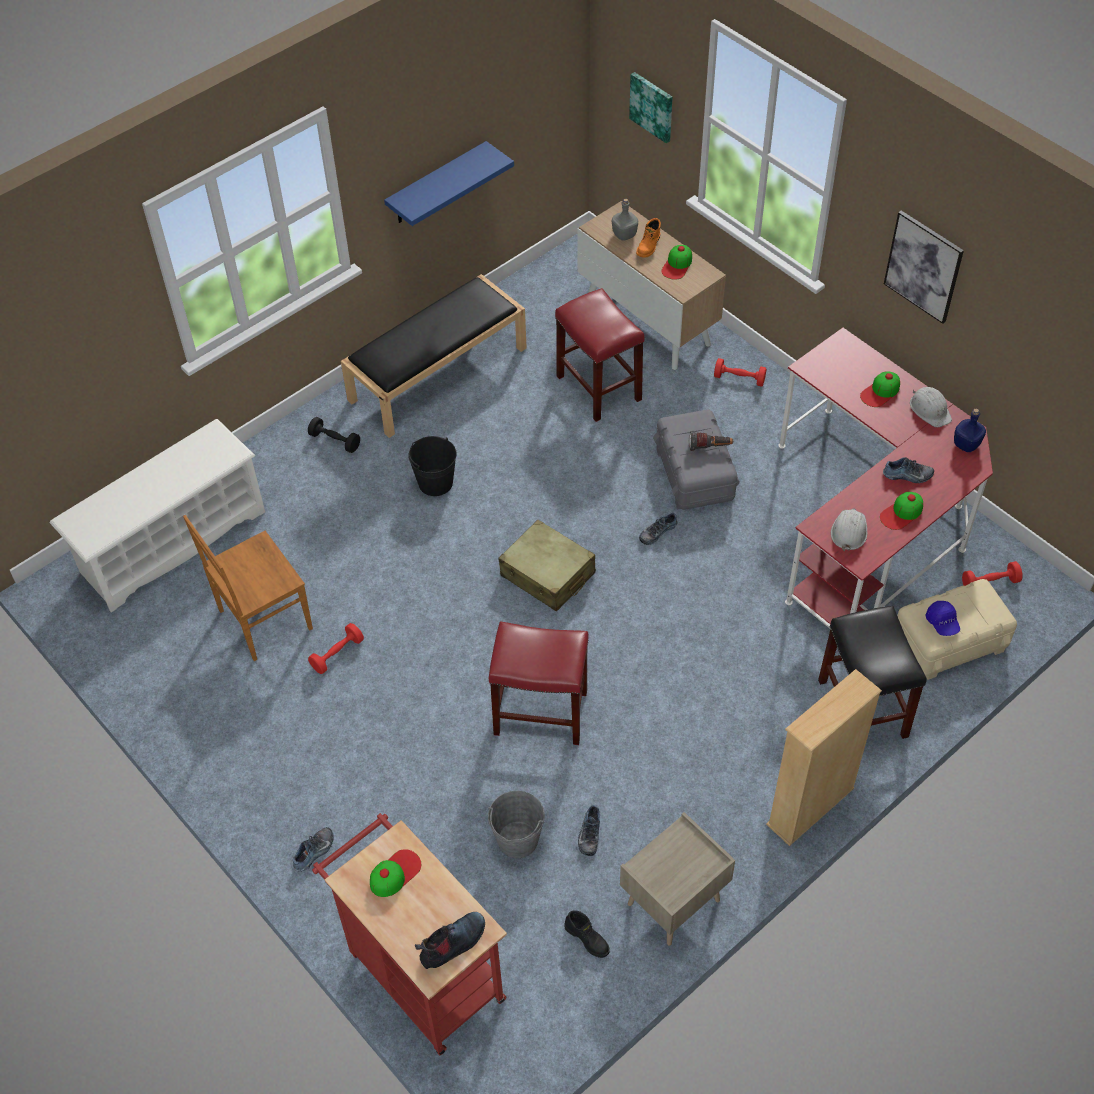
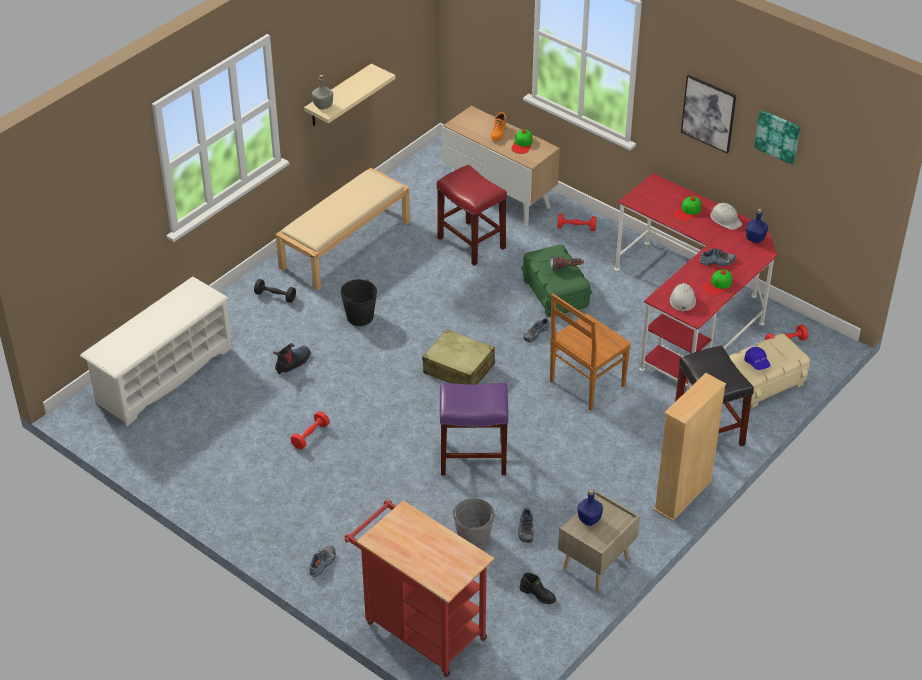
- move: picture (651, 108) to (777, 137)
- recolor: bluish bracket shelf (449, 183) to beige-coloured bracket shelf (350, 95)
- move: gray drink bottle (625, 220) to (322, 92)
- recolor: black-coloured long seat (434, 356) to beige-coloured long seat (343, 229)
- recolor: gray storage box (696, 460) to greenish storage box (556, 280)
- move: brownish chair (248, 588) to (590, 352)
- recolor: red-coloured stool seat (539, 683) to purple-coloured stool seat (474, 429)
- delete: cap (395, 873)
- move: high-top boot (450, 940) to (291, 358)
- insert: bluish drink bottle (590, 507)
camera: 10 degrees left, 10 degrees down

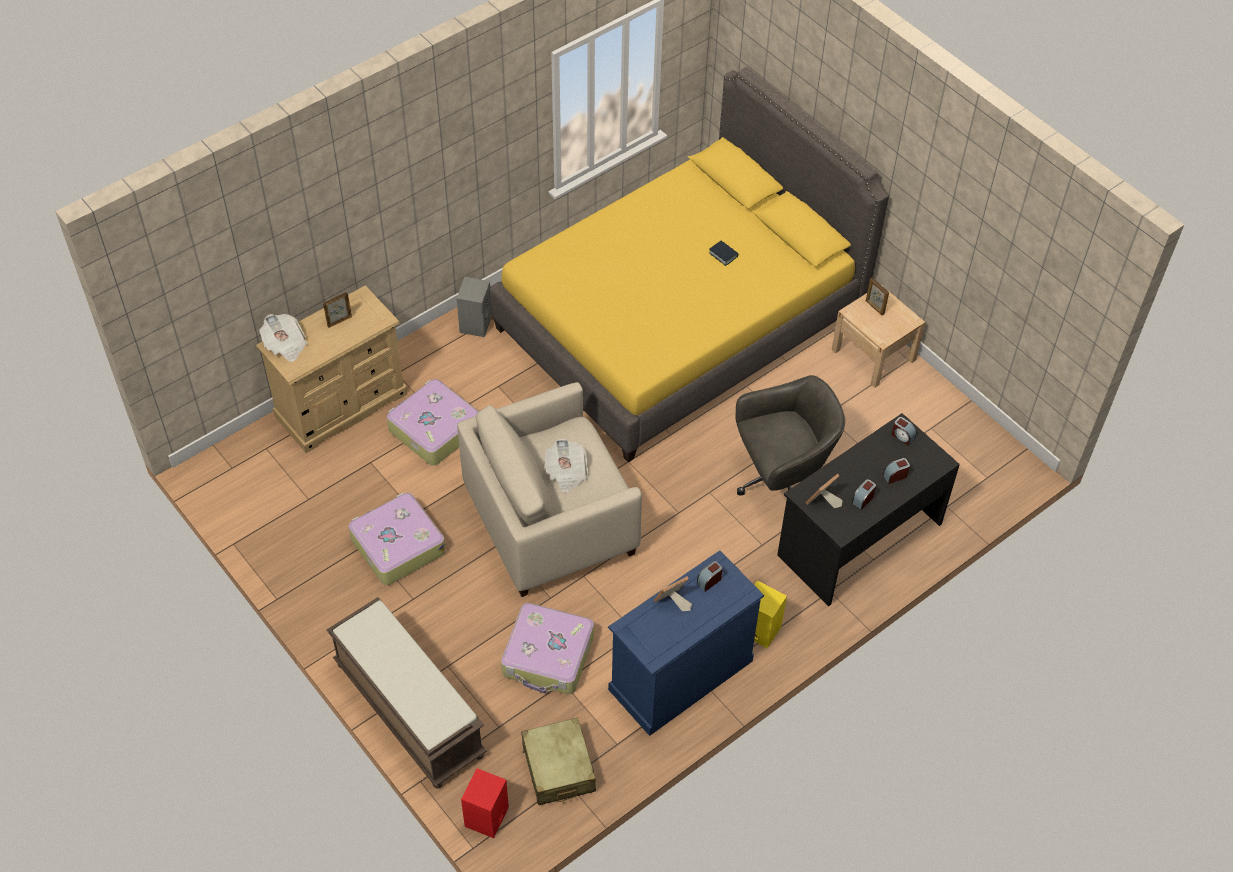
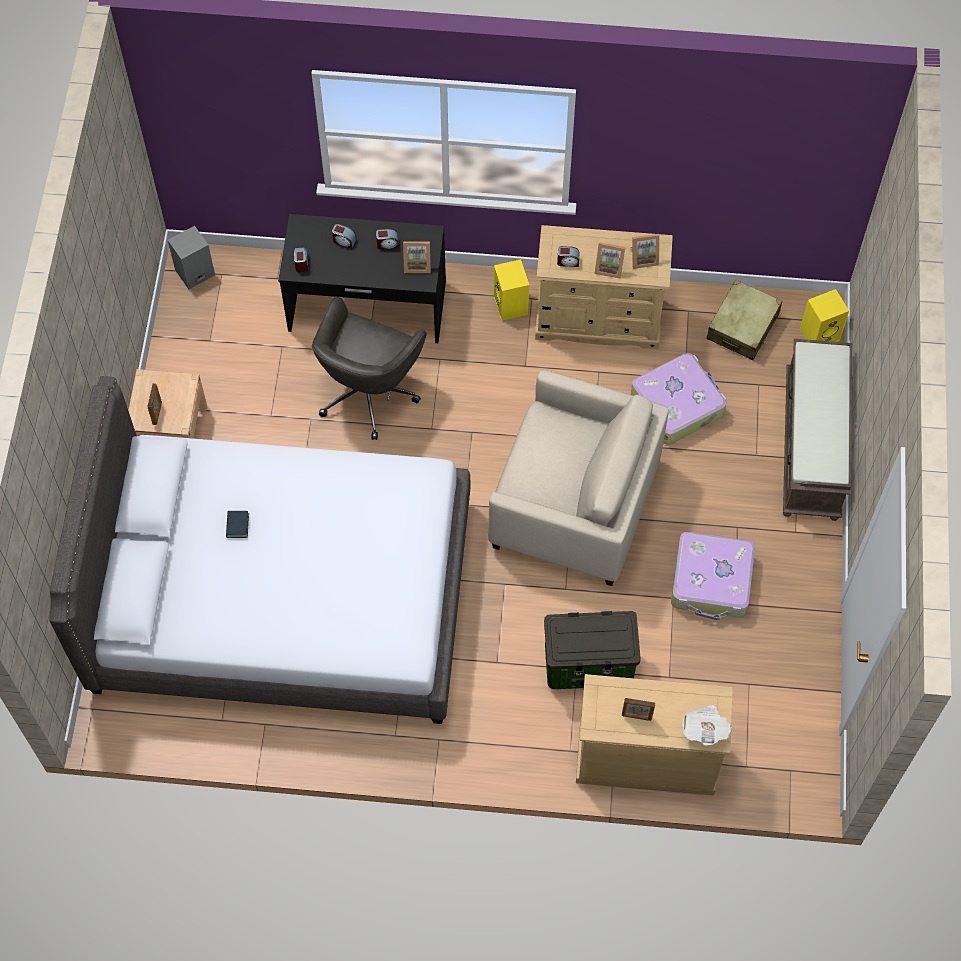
- recolor: yellow bedroom bed (689, 264) to gray bedroom bed (259, 550)
- move: gray loudspeaker (474, 307) to (191, 257)
- rotate: gray computer chair (790, 435) = (369, 368) 90 degrees counterclockwise
- replace: travel case (433, 422) to storage box (592, 650)
- delete: daily paper (566, 465)
- recolor: bluish drawer chest (686, 643) to beige-coloured drawer chest (604, 287)
- recolor: red-coloured loudspeaker (485, 803) to yellow loudspeaker (824, 315)
- insert: picture frame (645, 251)
camera: 135 degrees left, 10 degrees up

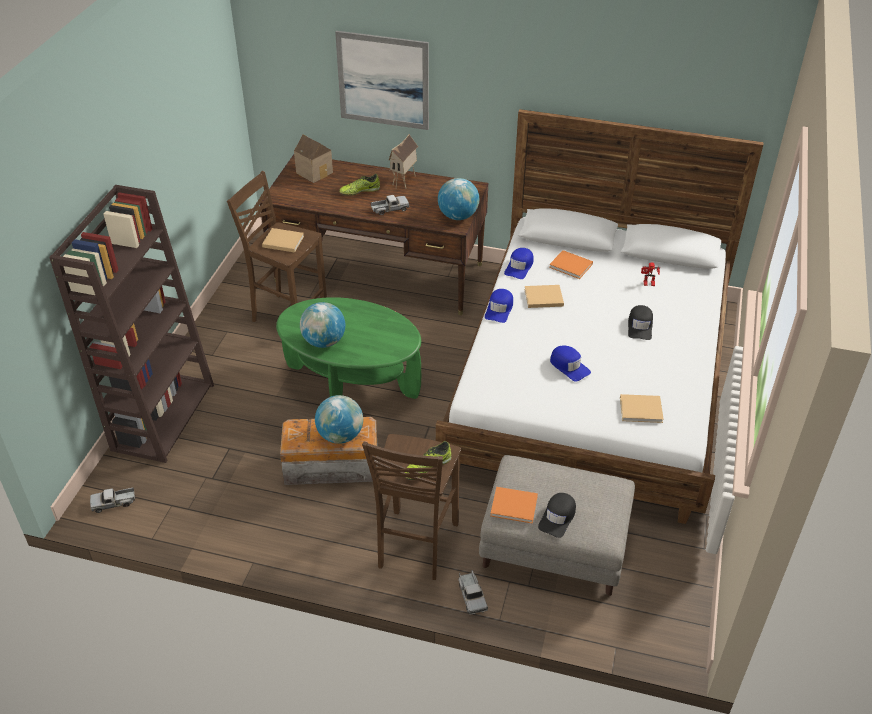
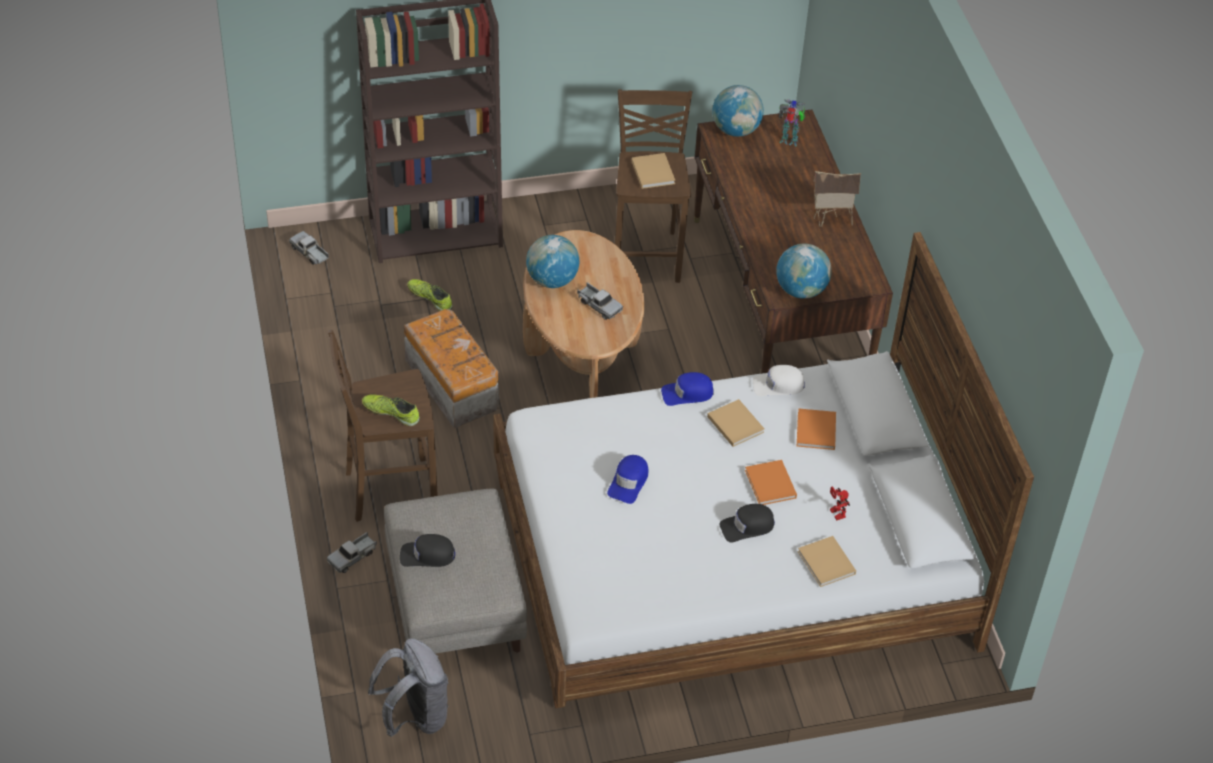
- delete: picture (382, 80)
- replace: toy house (313, 159) to robot figure (792, 122)
- move: item of footwear (359, 185) to (430, 295)
- move: toy truck (390, 205) to (600, 301)
- recolor: bluish cap (518, 263) to white cap (779, 380)
- recolor: greenish low table (348, 348) to brownish low table (584, 314)
- move: beige-coloured bound book (642, 408) to (827, 561)
- move: globe (339, 419) to (738, 111)
- move: orange bound book (514, 505) to (771, 482)
- insert: gray rucksack (408, 687)
camera: 60 degrees right, 5 degrees up

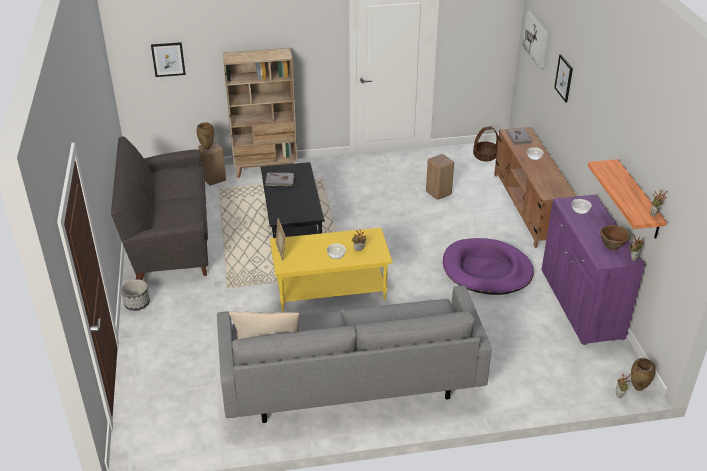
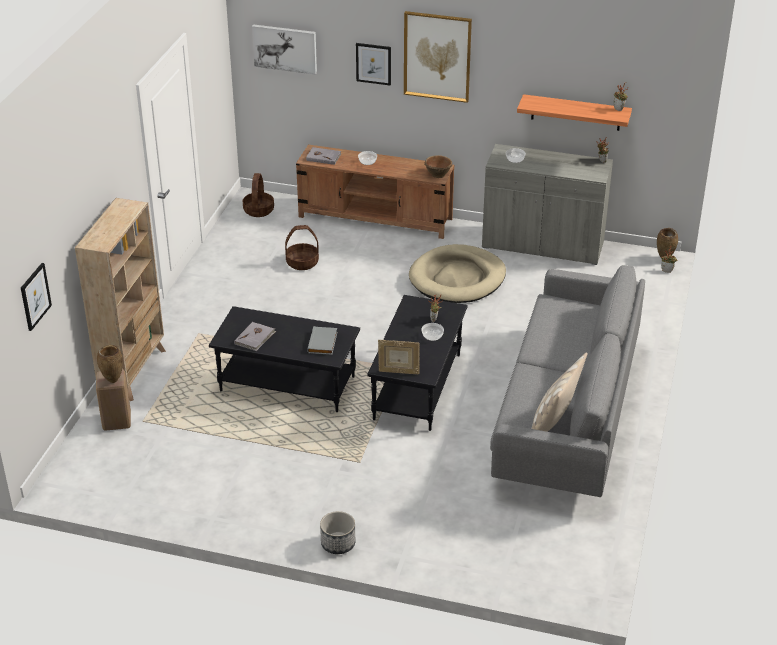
- delete: gray settee (159, 208)
- replace: beige-coloured stool seat (440, 177) to basket (302, 247)
- recolor: purple-coloured cupboard (593, 269) to gray cupboard (547, 204)
- move: brownish serving bowl (615, 237) to (438, 166)
- recolor: yellow low table (331, 269) to black-coloured low table (417, 363)
- recolor: purple-coloured pet bed (488, 266) to beige-coloured pet bed (457, 273)
- insert: picture (438, 57)
- insert: gray bound book (322, 340)
camera: 65 degrees left, 0 degrees up

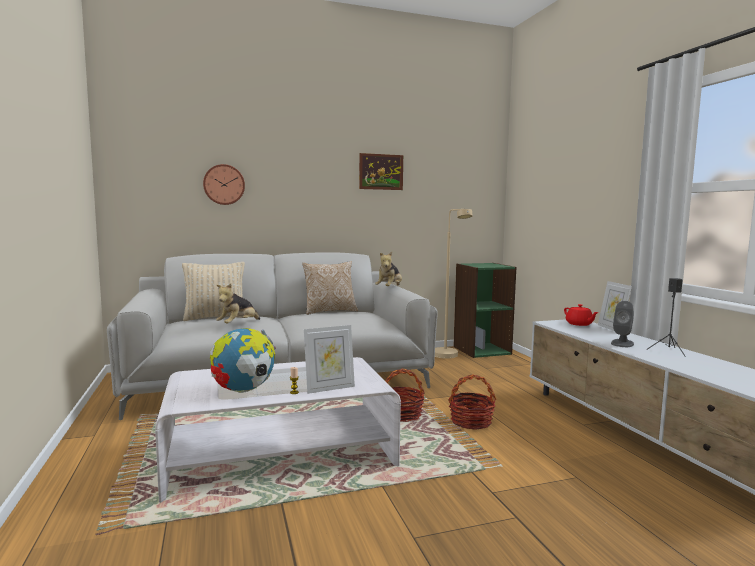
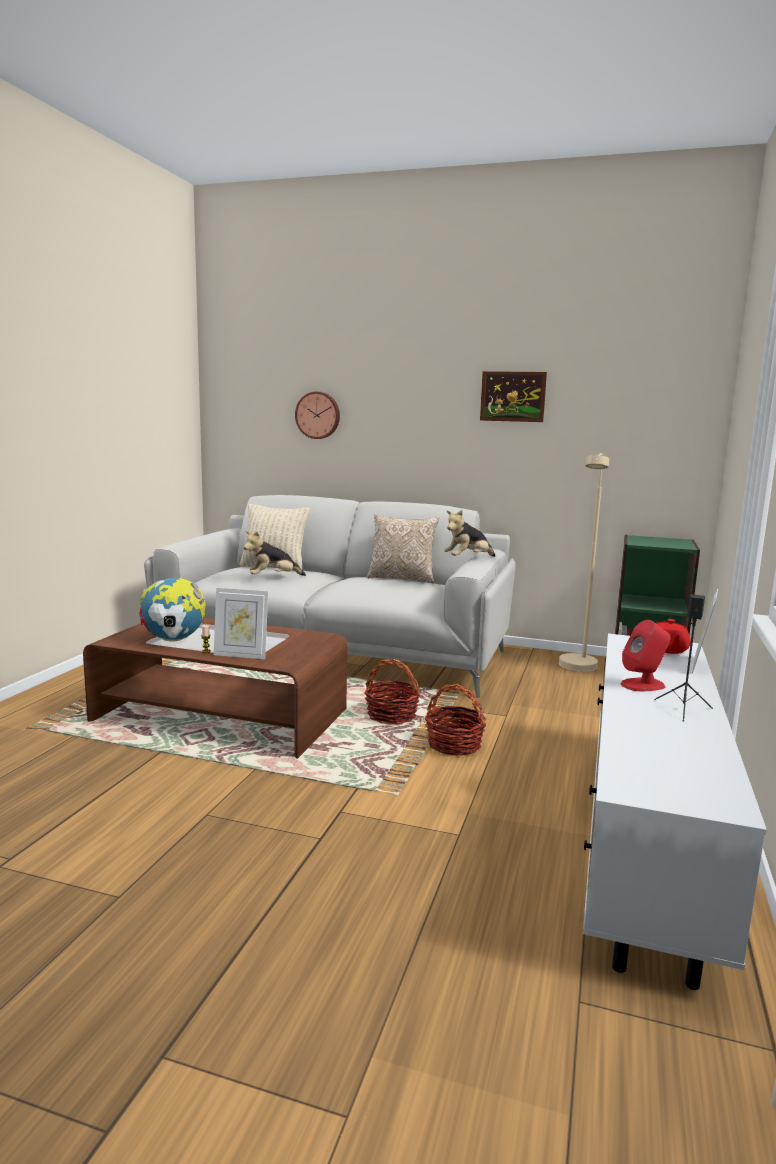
- recolor: gray loudspeaker (622, 324) to red-coloured loudspeaker (646, 655)
- recolor: white low table (278, 430) to brownish low table (215, 688)
camera: 35 degrees right, 5 degrees up

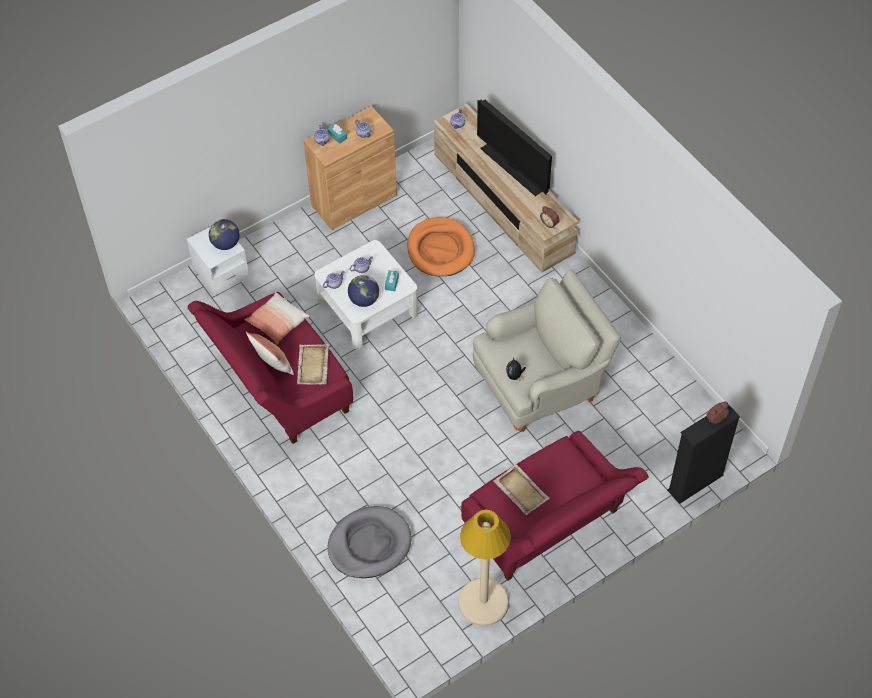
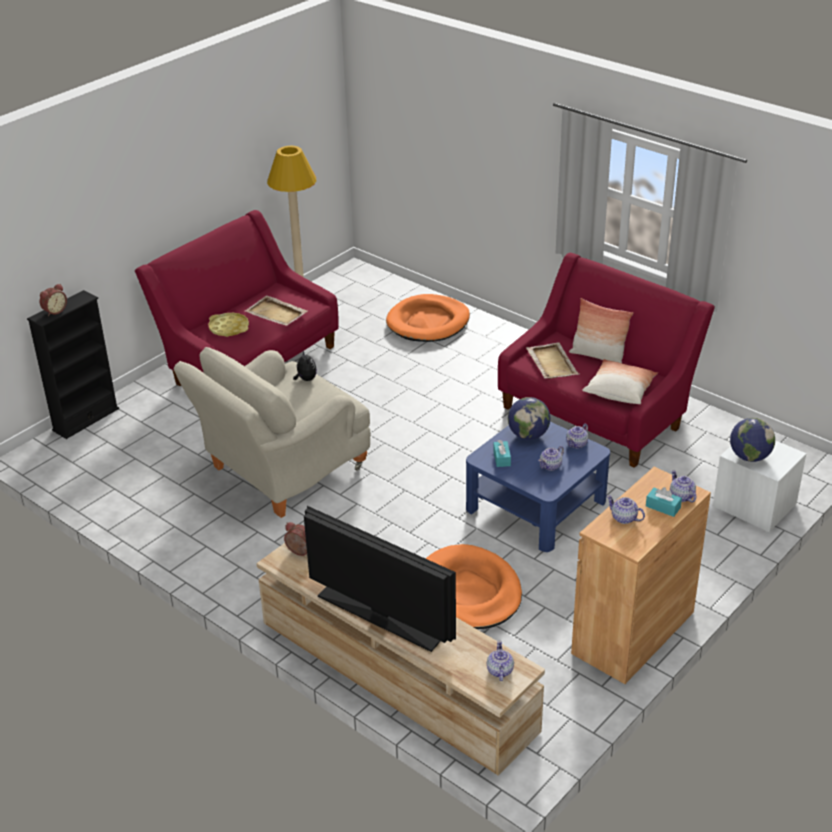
- recolor: white low table (366, 295) to bluish low table (538, 487)
- recolor: gray pet bed (369, 542) to orange pet bed (428, 318)
- insert: yellow serving tray (228, 325)
camera: 165 degrees right, 20 degrees down

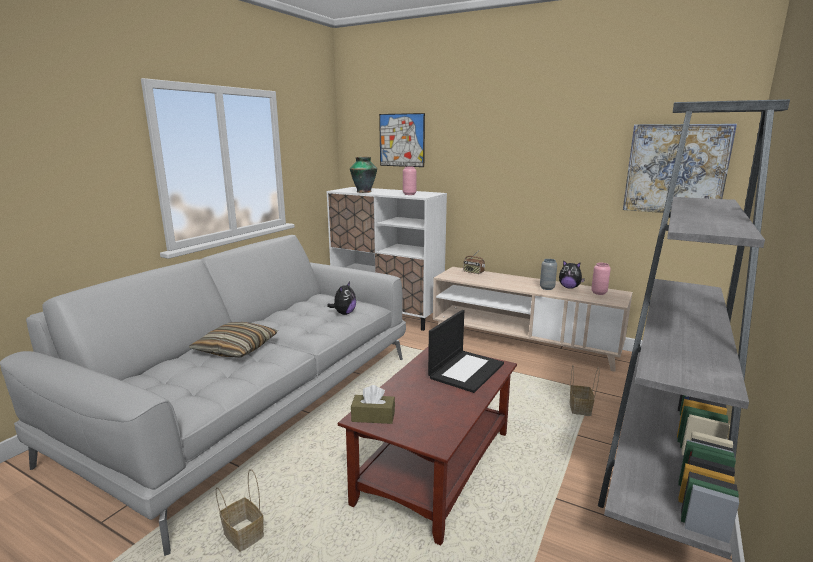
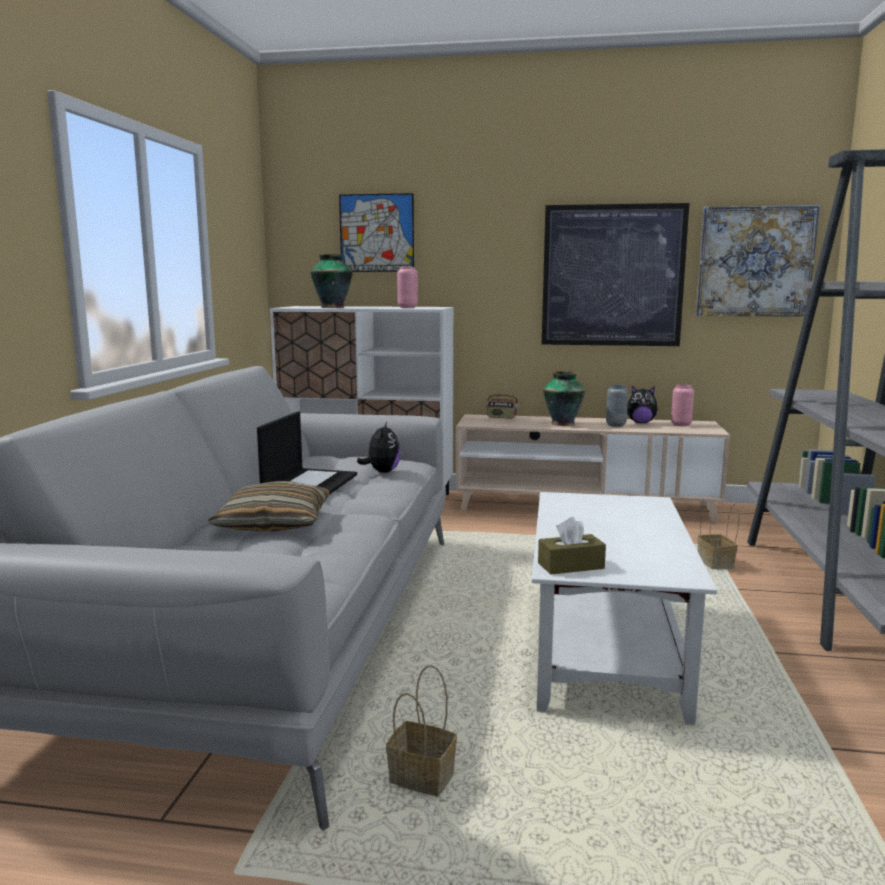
- move: notebook computer (466, 351) to (307, 453)
- recolor: brownish low table (427, 446) to white low table (624, 608)
- insert: picture (615, 274)
- insert: vase (564, 398)
camera: 20 degrees left, 5 degrees down

